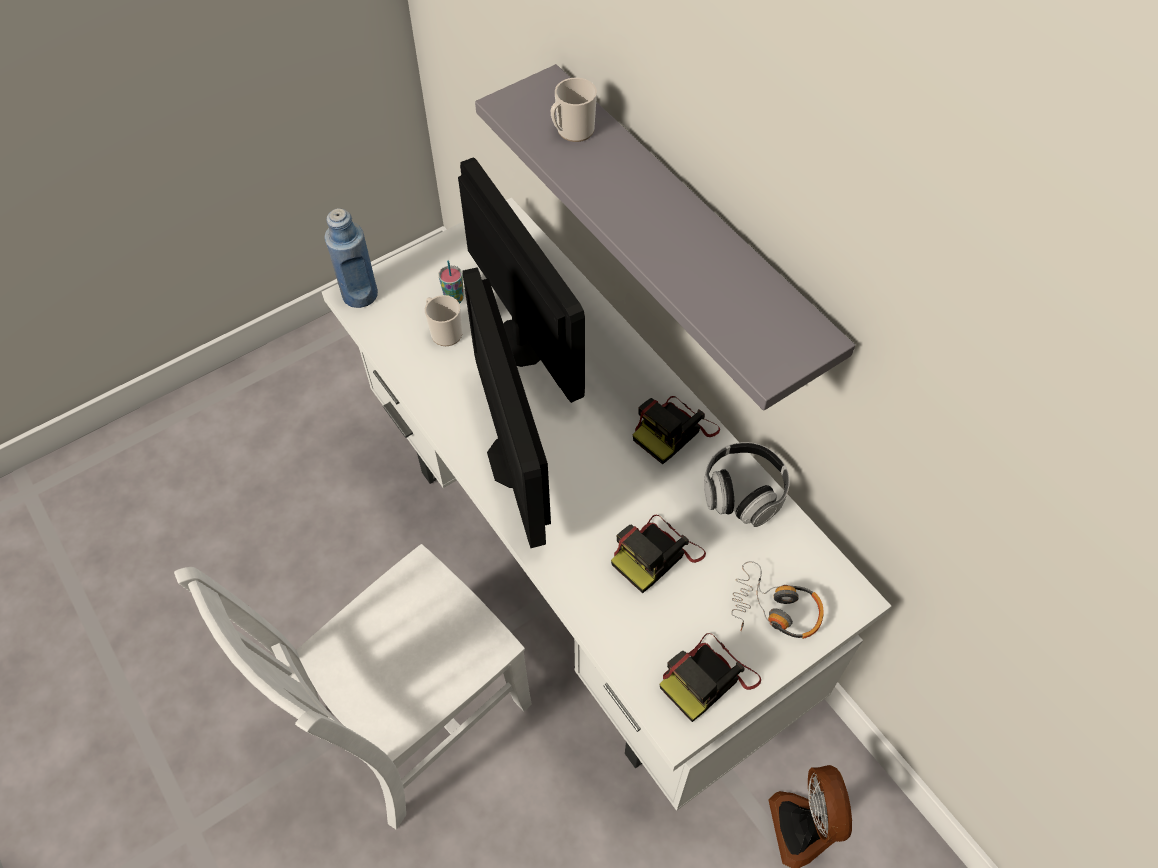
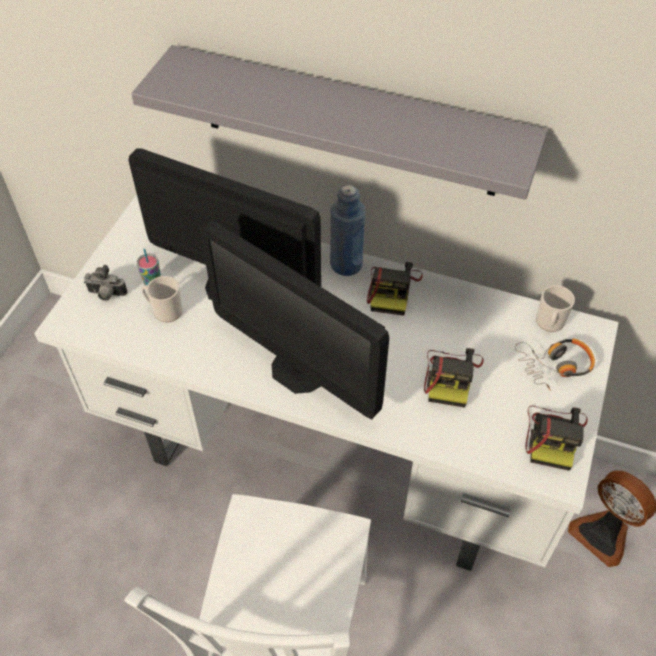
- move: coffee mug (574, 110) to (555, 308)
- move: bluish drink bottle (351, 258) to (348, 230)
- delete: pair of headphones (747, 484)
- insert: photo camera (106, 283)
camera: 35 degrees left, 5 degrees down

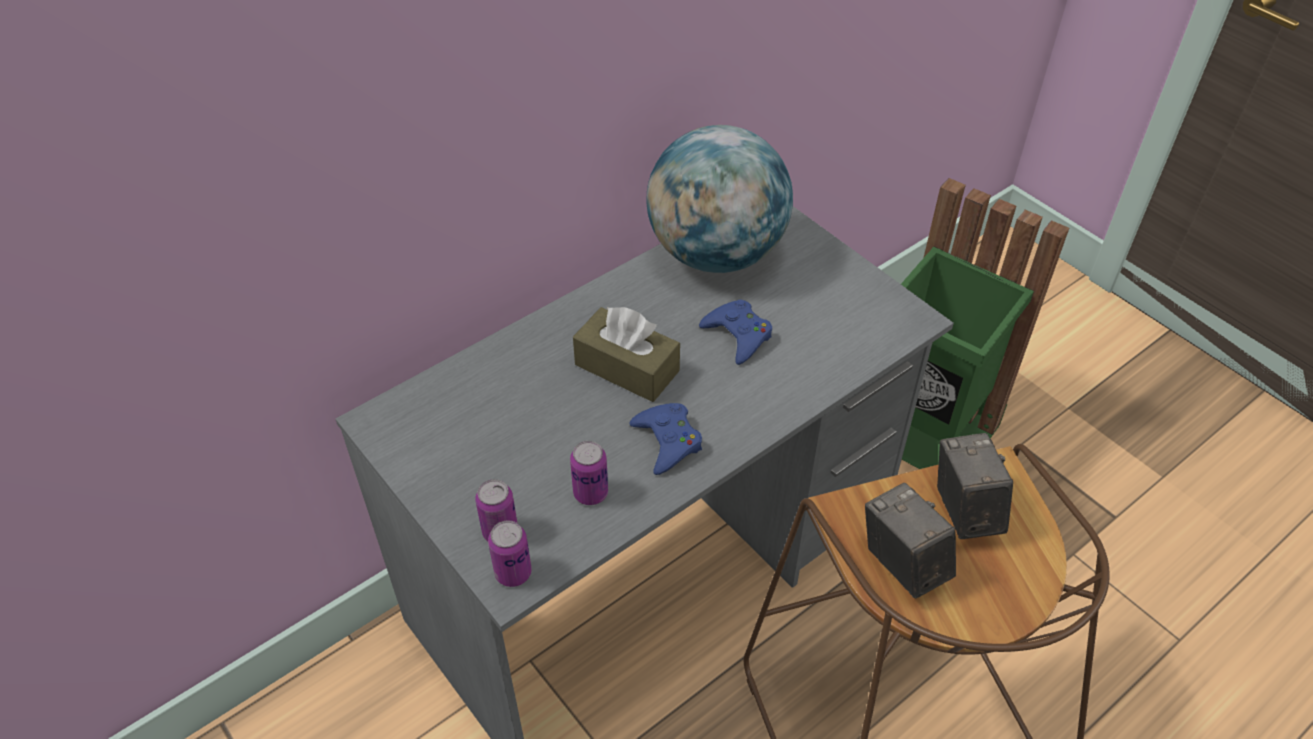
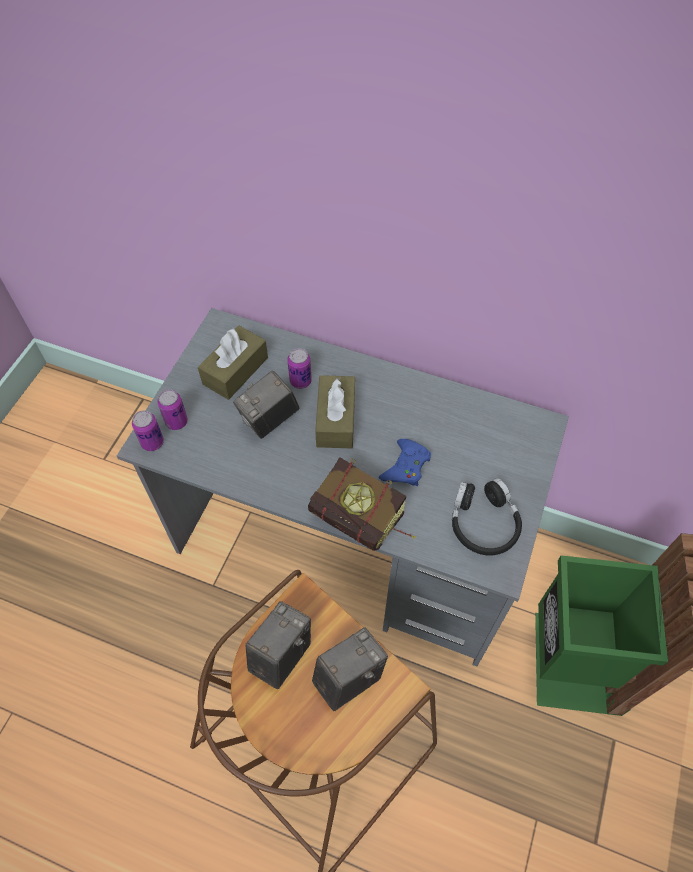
- delete: globe (719, 199)
- delete: bluish game controller (665, 439)
- move: metal can (589, 473) to (299, 368)
- insert: brownish tissue holder (233, 363)
- insert: photo camera (266, 404)
- insert: bound book (362, 504)
- insert: black-coloured pair of headphones (487, 517)
camera: 60 degrees right, 10 degrees up

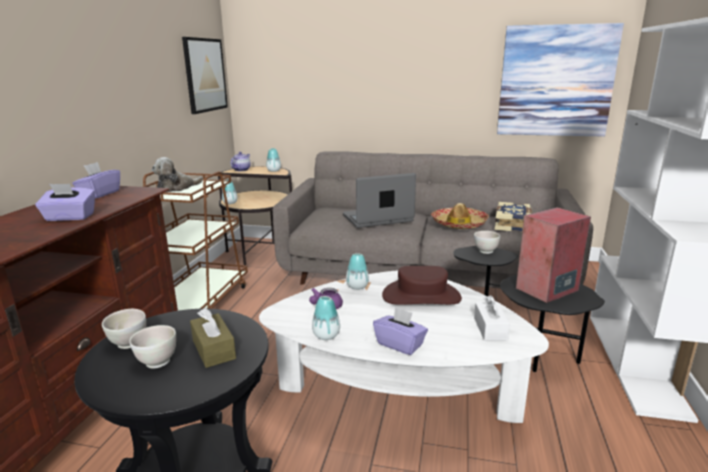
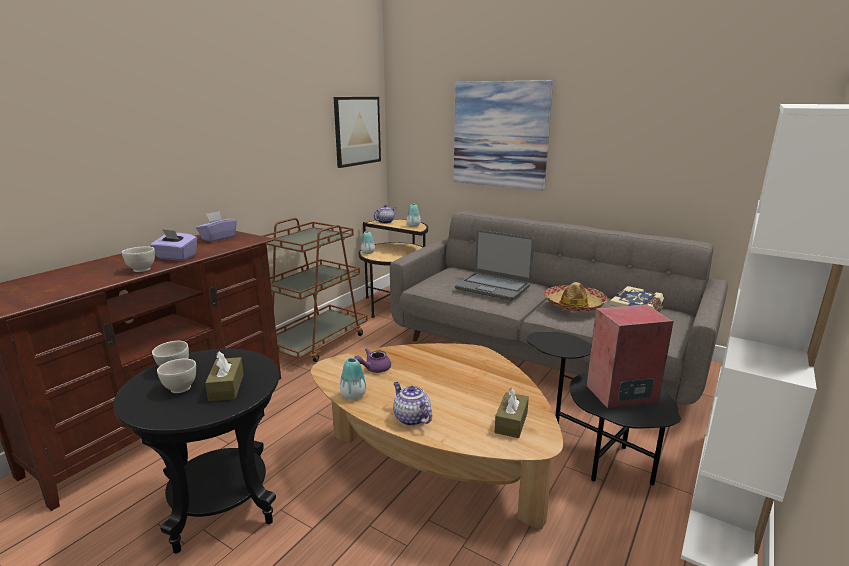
- move: picture (560, 80) to (503, 135)
- delete: cuddly toy (177, 174)
- rotate: notebook computer (379, 200) = (494, 265) 150 degrees counterclockwise
- move: white serving bowl (487, 242) to (138, 259)
- delete: vase (357, 271)
- delete: brownish wearable hat (422, 285)
- recolor: white low table (404, 346) to brownish low table (437, 436)
- recolor: white tissue holder (492, 318) to brownish tissue holder (512, 413)
- replace: purple-coloured tissue holder (400, 331) to pot for tea (412, 404)
camera: 20 degrees right, 0 degrees up

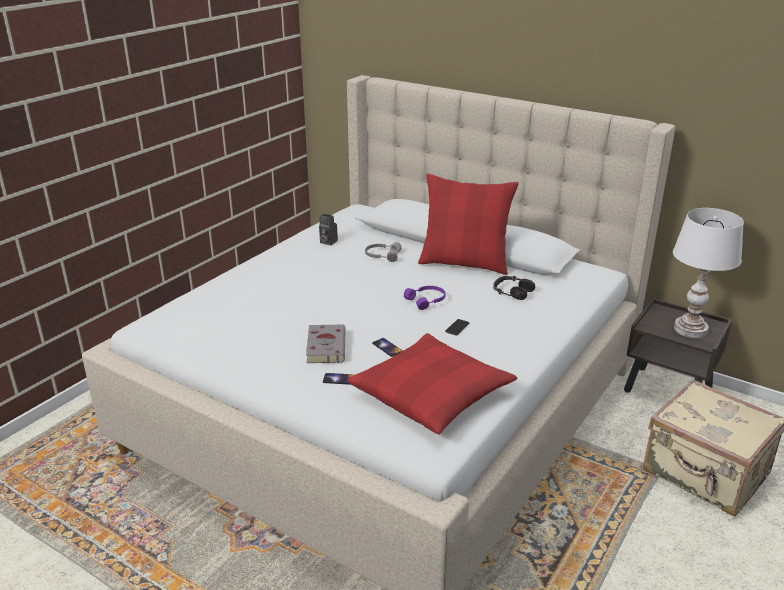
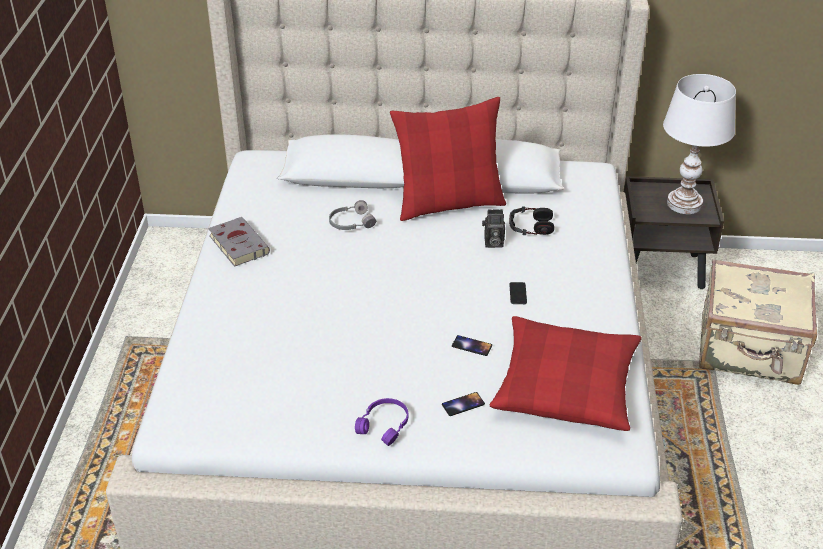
- move: photo camera (328, 229) to (493, 228)
- move: purple-coloured pair of headphones (424, 298) to (381, 422)
- move: gray bound book (326, 343) to (239, 242)
camera: 30 degrees left, 10 degrees up

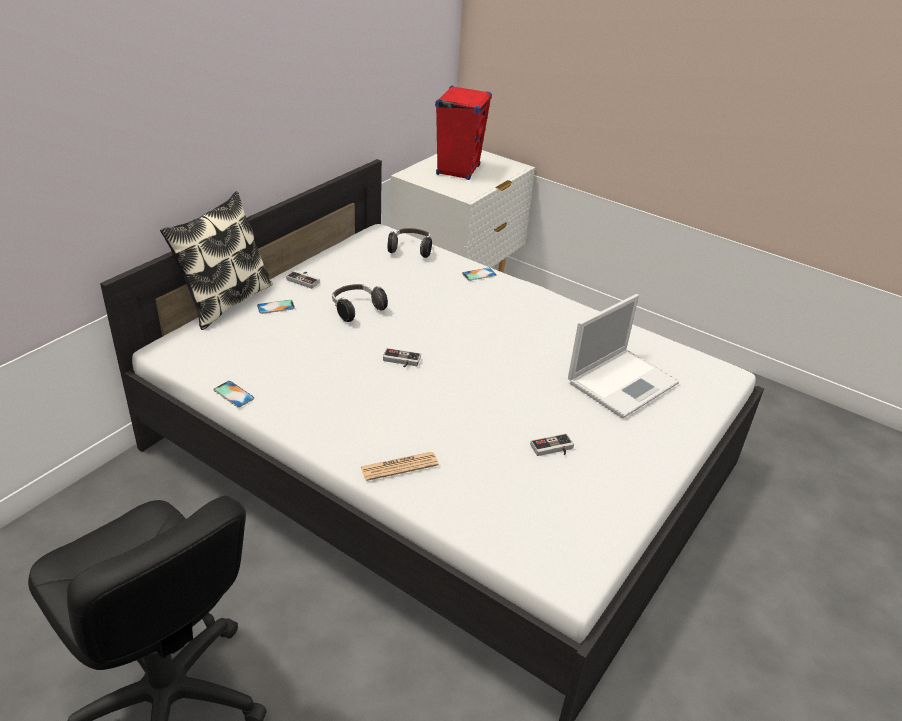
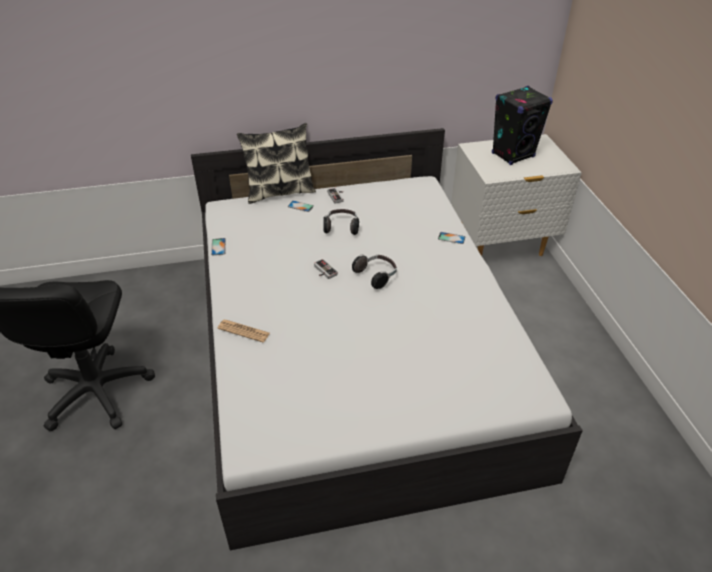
- recolor: red-coloured loudspeaker (463, 132) to black-coloured loudspeaker (522, 125)
- move: pair of headphones (410, 243) to (374, 272)
- delete: notebook computer (623, 356)
- delete: game controller (552, 444)
camera: 45 degrees right, 5 degrees up

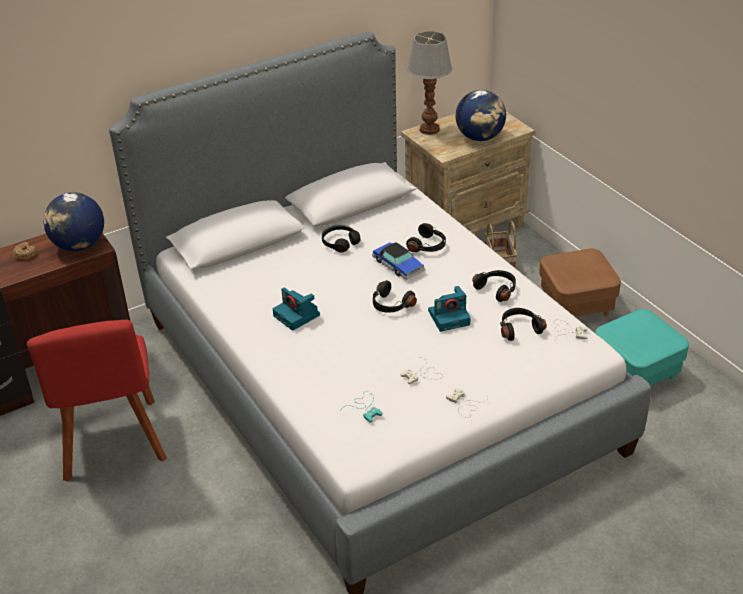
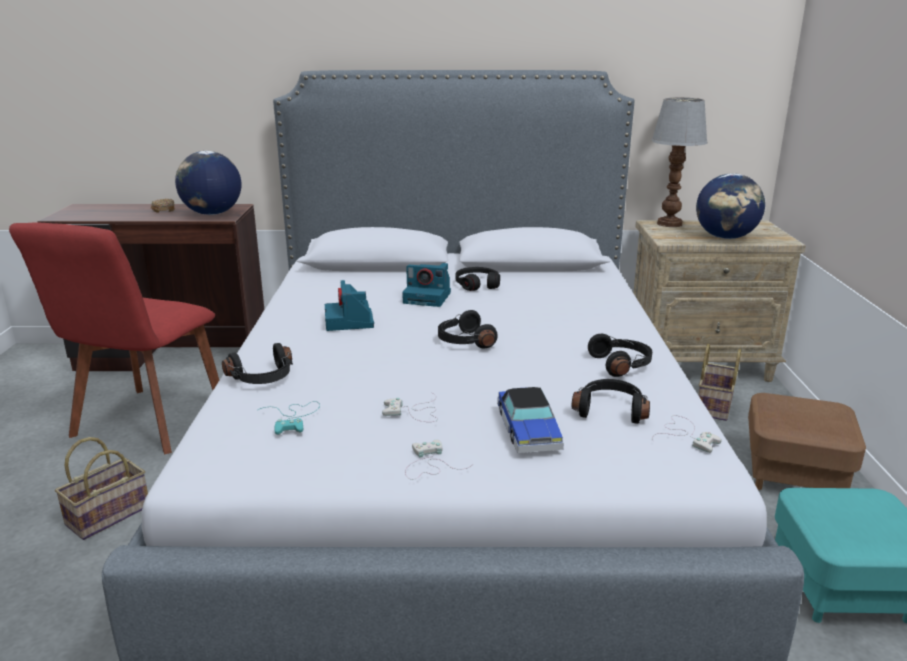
- move: black-coloured pair of headphones (426, 237) to (257, 363)
- move: toy car (398, 261) to (530, 420)
- move: photo camera (449, 309) to (426, 285)
- insert: basket (101, 488)
camera: 30 degrees right, 15 degrees down

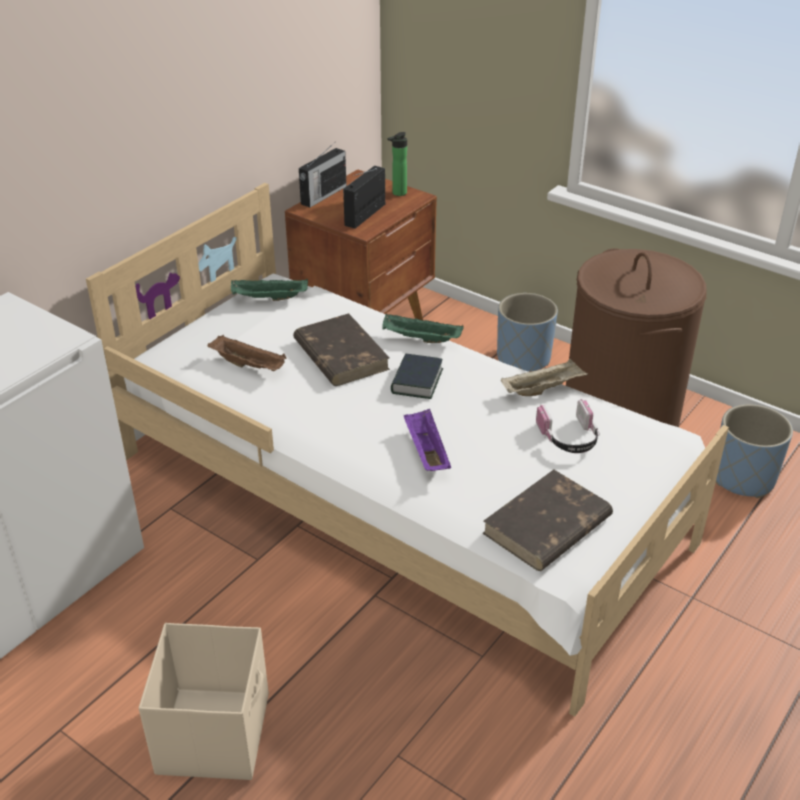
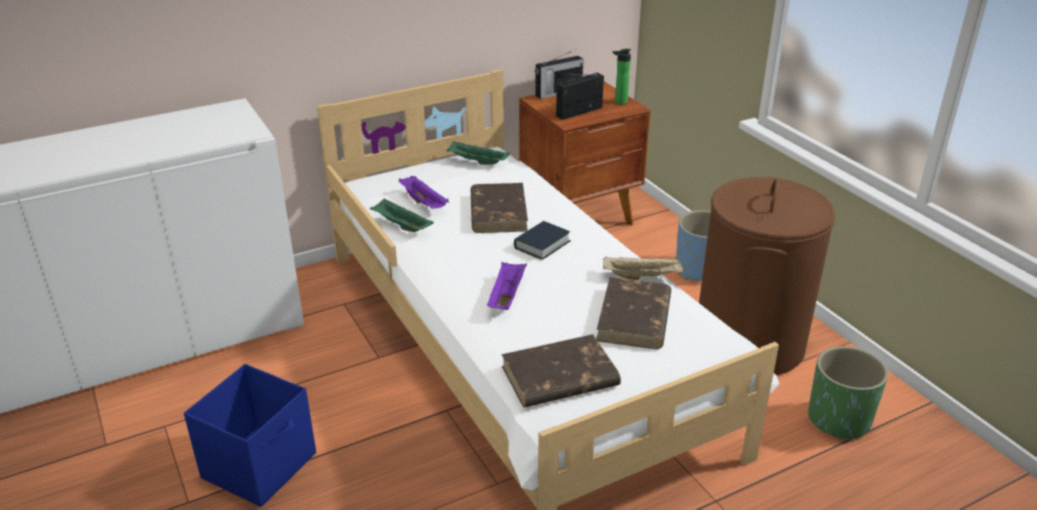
- move: greenish serving tray (423, 328) to (402, 215)
- recolor: brownish serving tray (246, 353) to purple-coloured serving tray (424, 192)
- replace: pair of headphones (568, 426) to brownish bound book (634, 313)
- recolor: bluish flower pot (754, 451) to greenish flower pot (848, 393)
- recolor: beige-coloured storage box (204, 701) to bluish storage box (250, 435)
camera: 25 degrees right, 5 degrees down

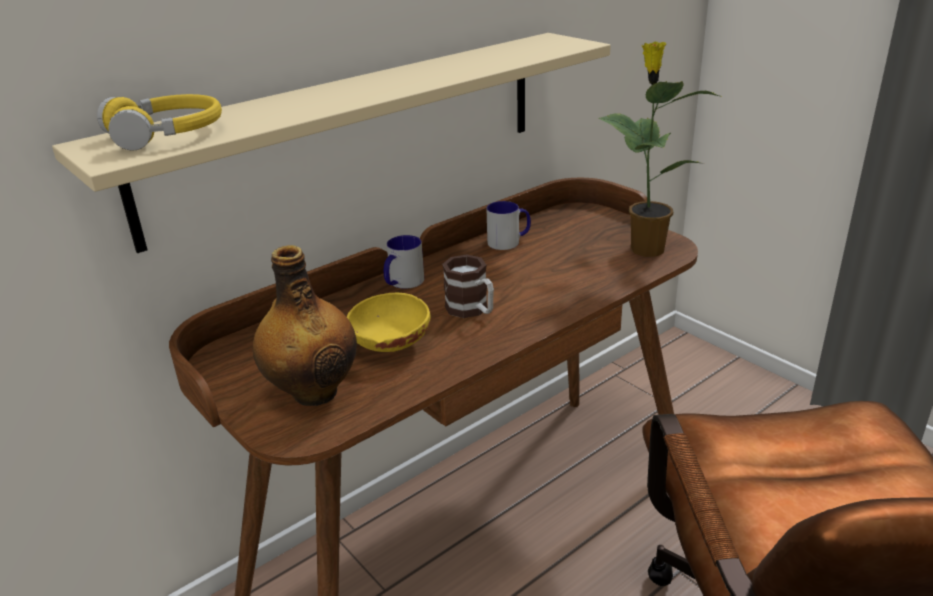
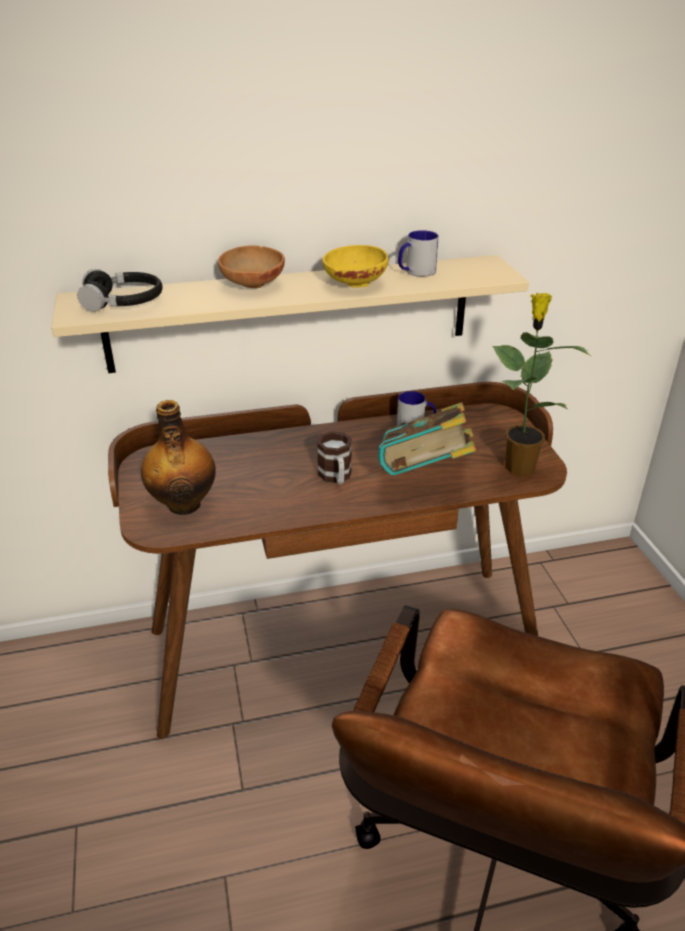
- recolor: yellow pair of headphones (159, 122) to black-coloured pair of headphones (119, 290)
- move: coffee mug (404, 262) to (418, 253)
- move: yellow serving bowl (388, 322) to (355, 266)
- insert: brownish serving bowl (251, 266)
- insert: bound book (427, 439)
camera: 25 degrees right, 5 degrees up

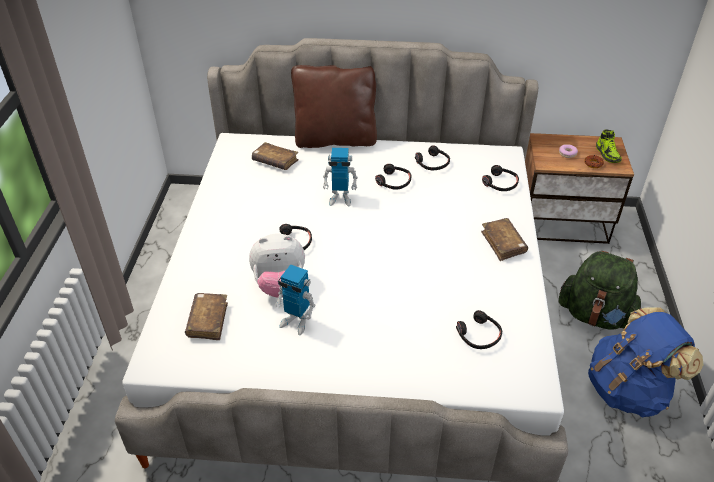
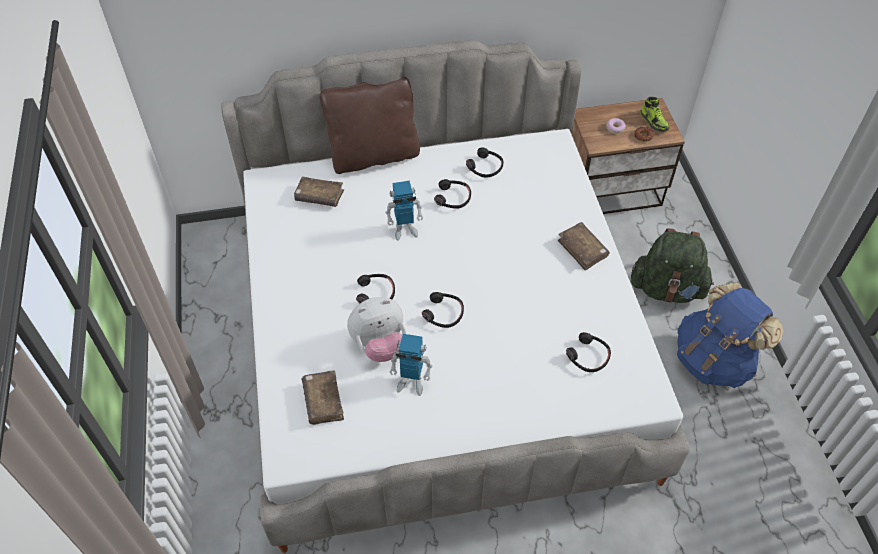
- move: black-coloured pair of headphones (500, 178) to (443, 310)
camera: 15 degrees left, 10 degrees up

